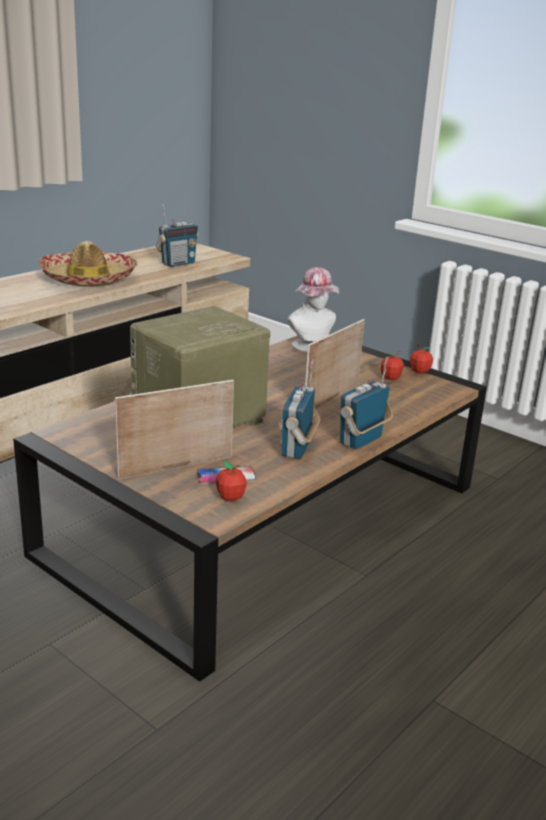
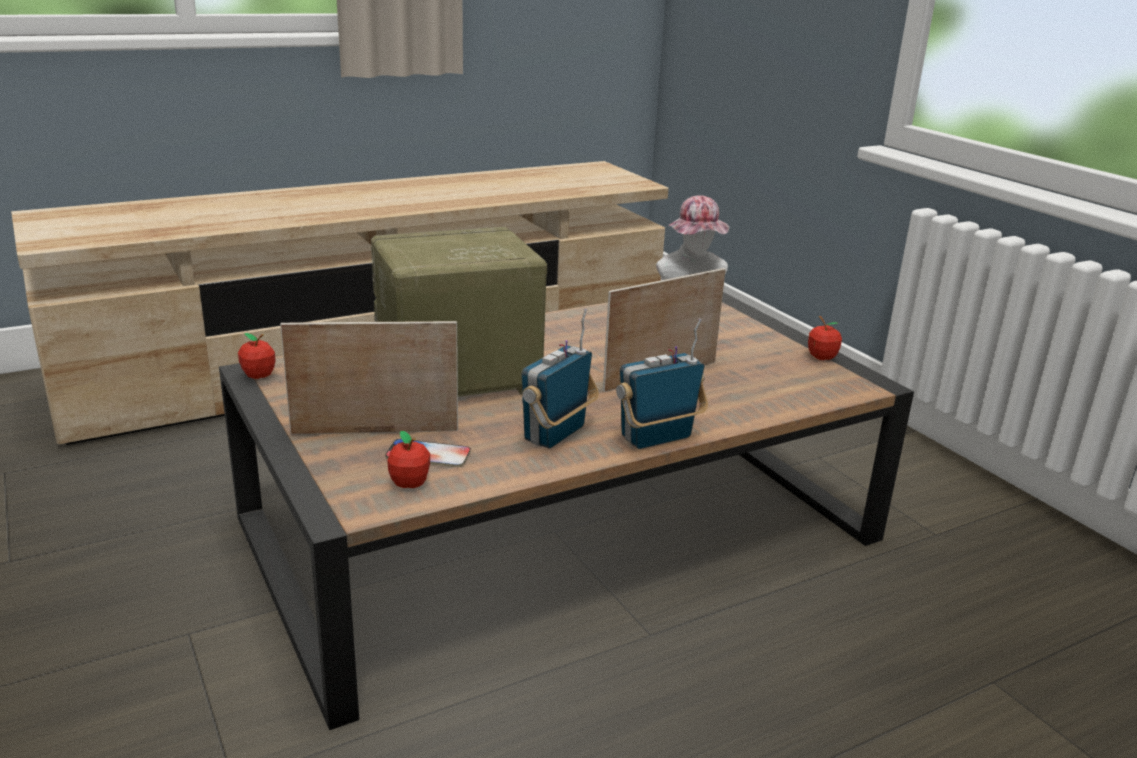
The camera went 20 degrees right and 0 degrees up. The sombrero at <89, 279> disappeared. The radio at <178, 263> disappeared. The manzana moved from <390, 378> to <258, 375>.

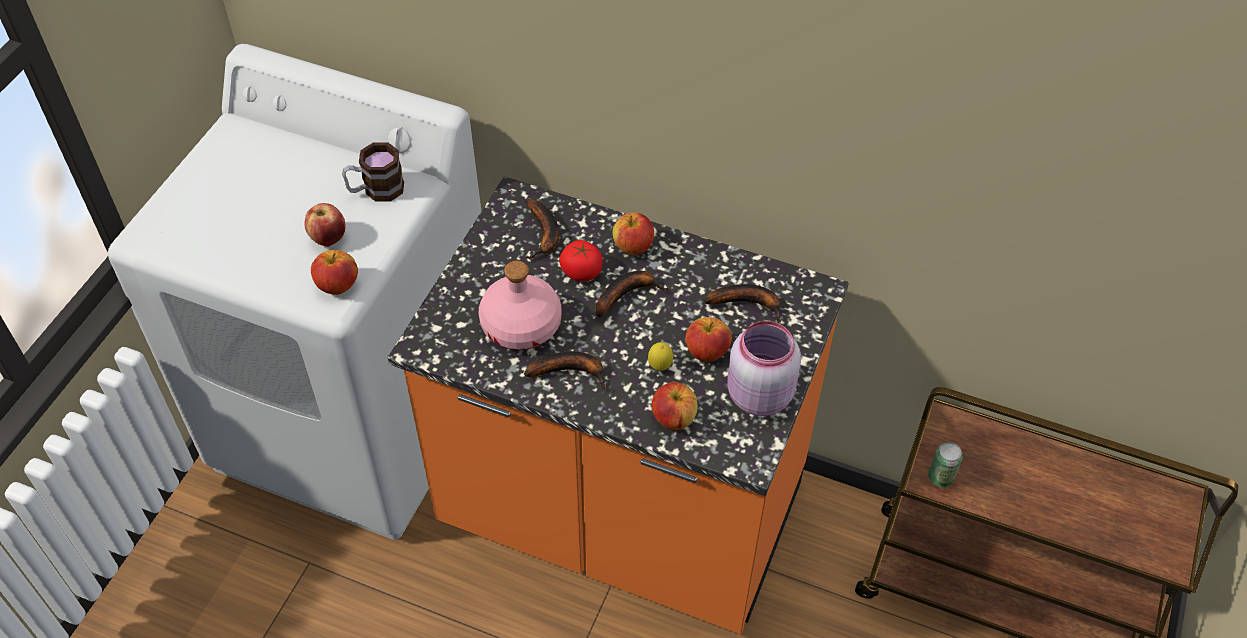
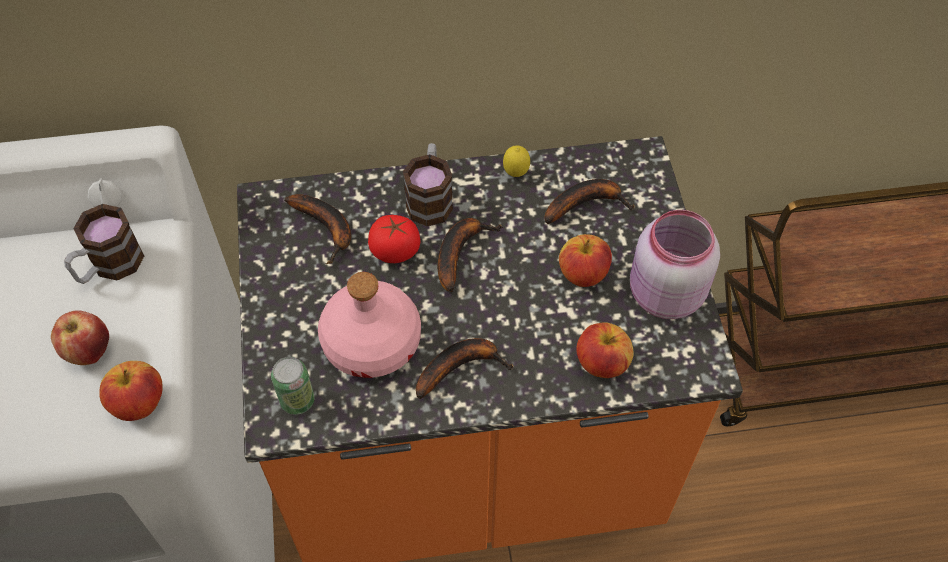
The camera went 30 degrees left and 5 degrees up. The manzana at <633, 247> was replaced by the taza grande at <430, 198>. The limón moved from <660, 367> to <515, 174>. The lata moved from <940, 477> to <297, 400>.

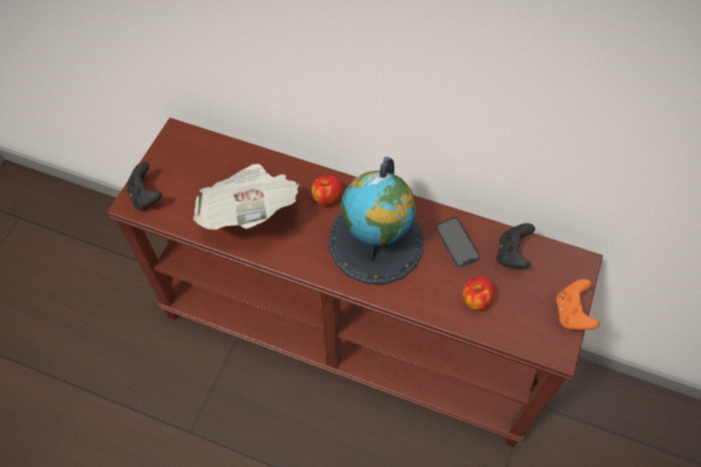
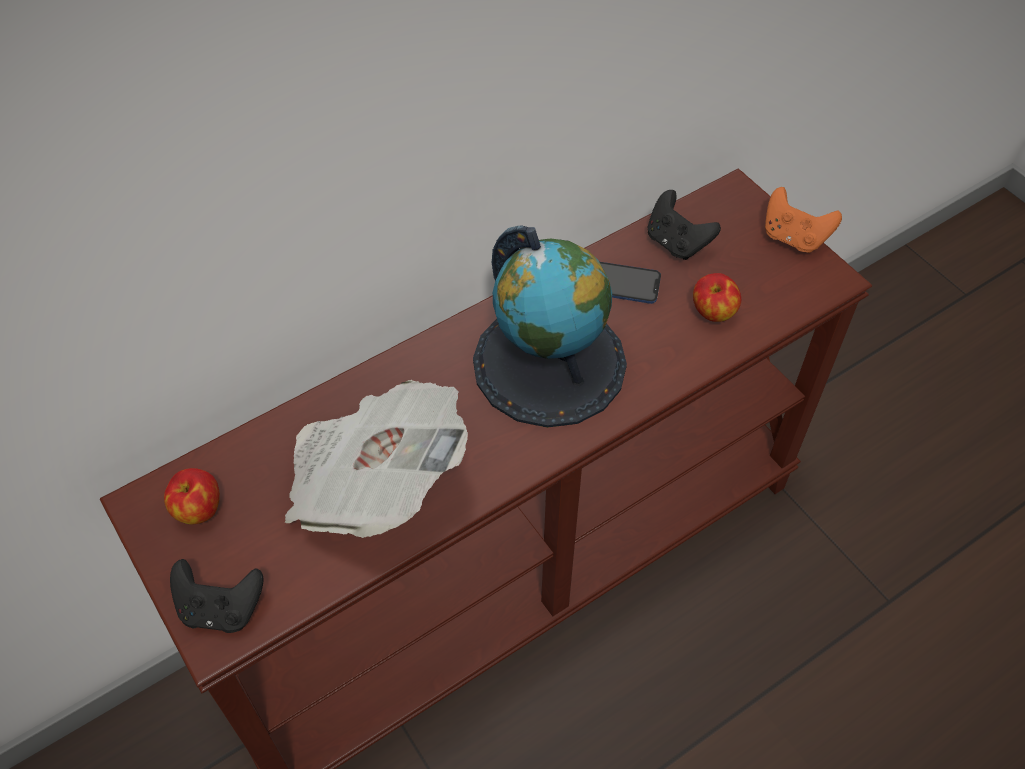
The camera went 55 degrees left and 5 degrees down. The manzana moved from <327, 198> to <198, 509>.

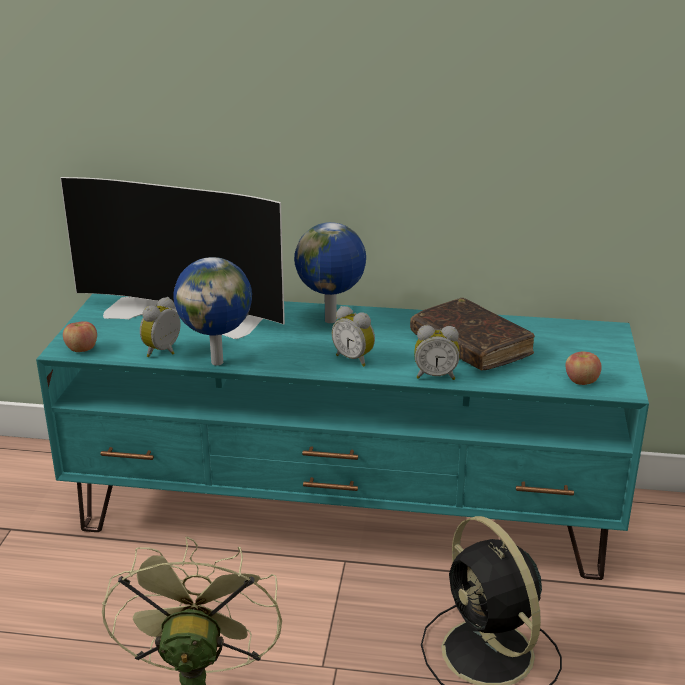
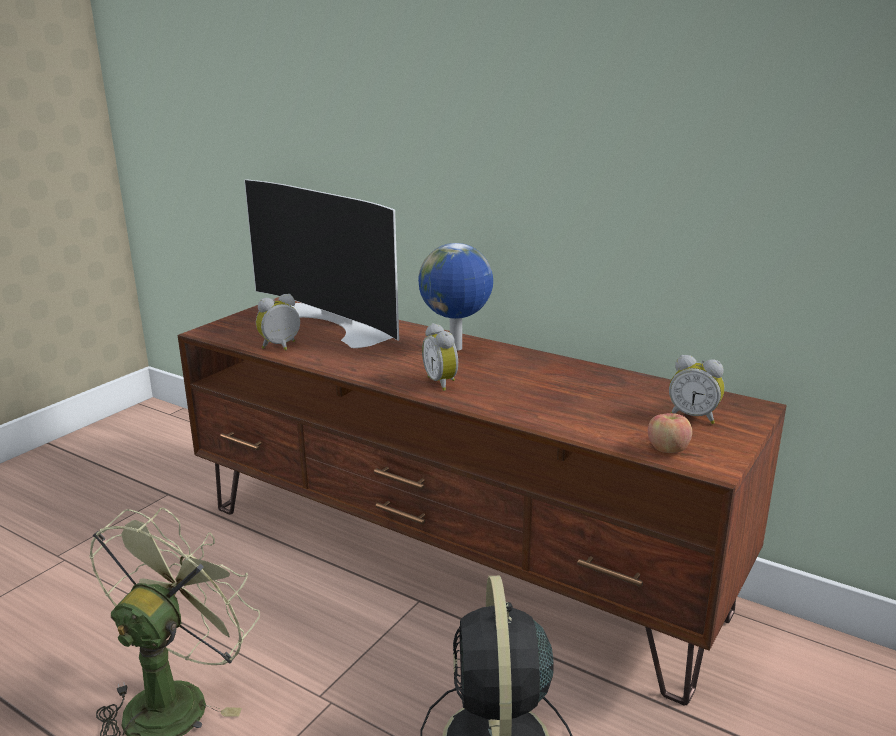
The camera went 25 degrees right and 5 degrees down. The mueble de televisión/turquesa at <344, 514> became the mueble de televisión/marrón at <452, 556>. The manzana at <82, 349> disappeared. The globo terráqueo at <218, 361> disappeared. The libro/marrón at <470, 346> disappeared. The despertador moved from <435, 375> to <693, 416>.

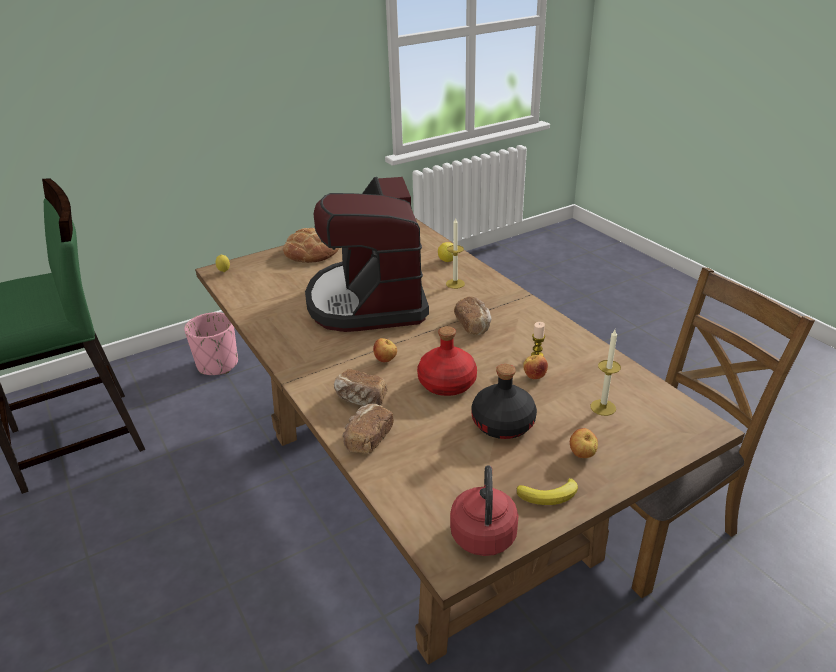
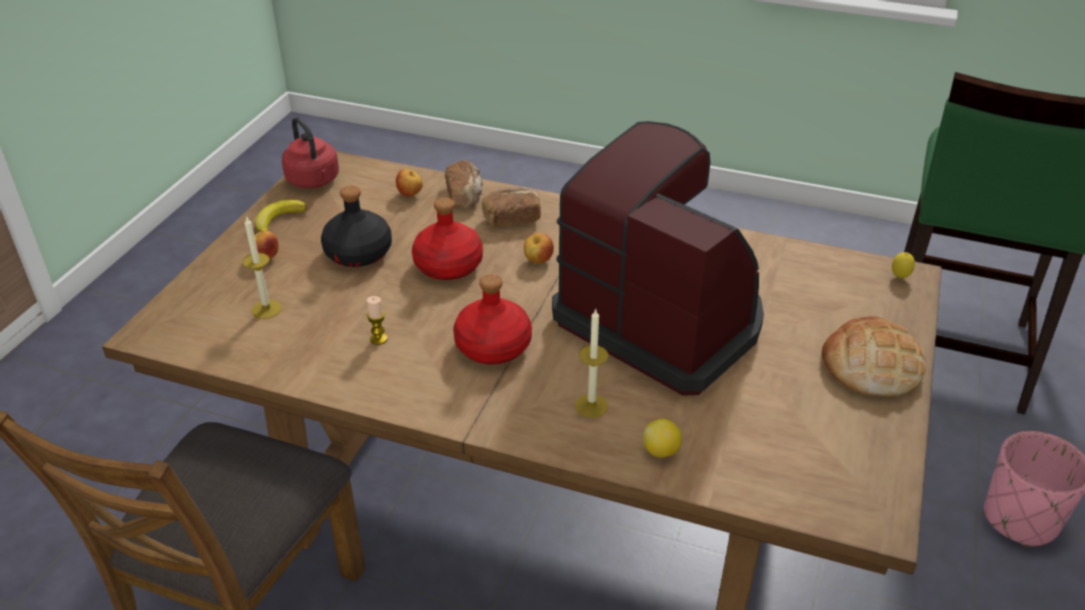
The camera went 140 degrees right and 5 degrees up. The pan at <473, 325> was replaced by the botella/rojo at <492, 346>. The manzana moved from <534, 377> to <410, 195>.

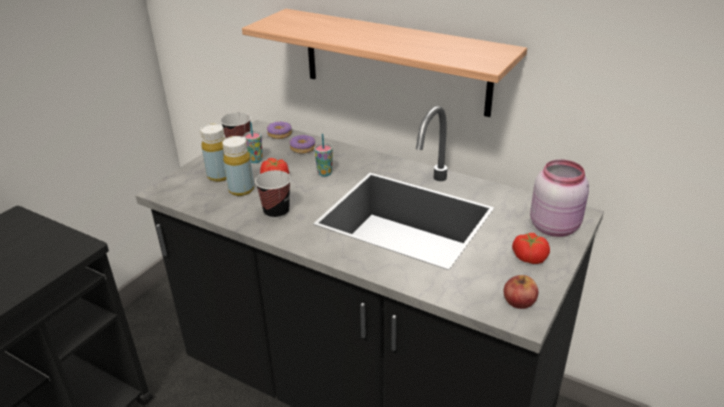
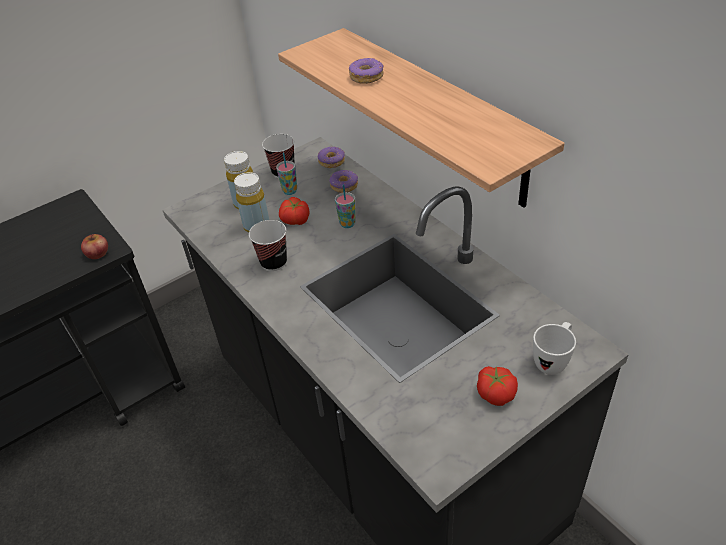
The camera went 25 degrees right and 10 degrees up. The manzana moved from <519, 301> to <97, 253>. The tarro/rosa at <555, 226> was replaced by the taza grande/blanco at <553, 360>. The rosquilla at <366, 77> appeared.

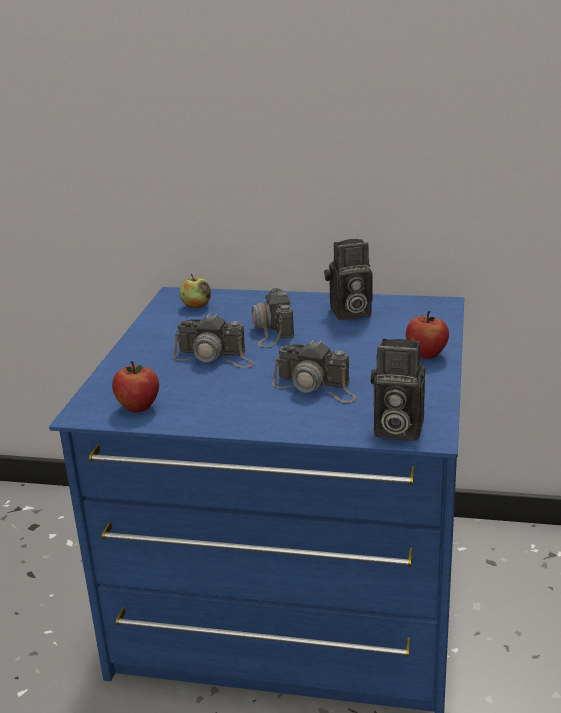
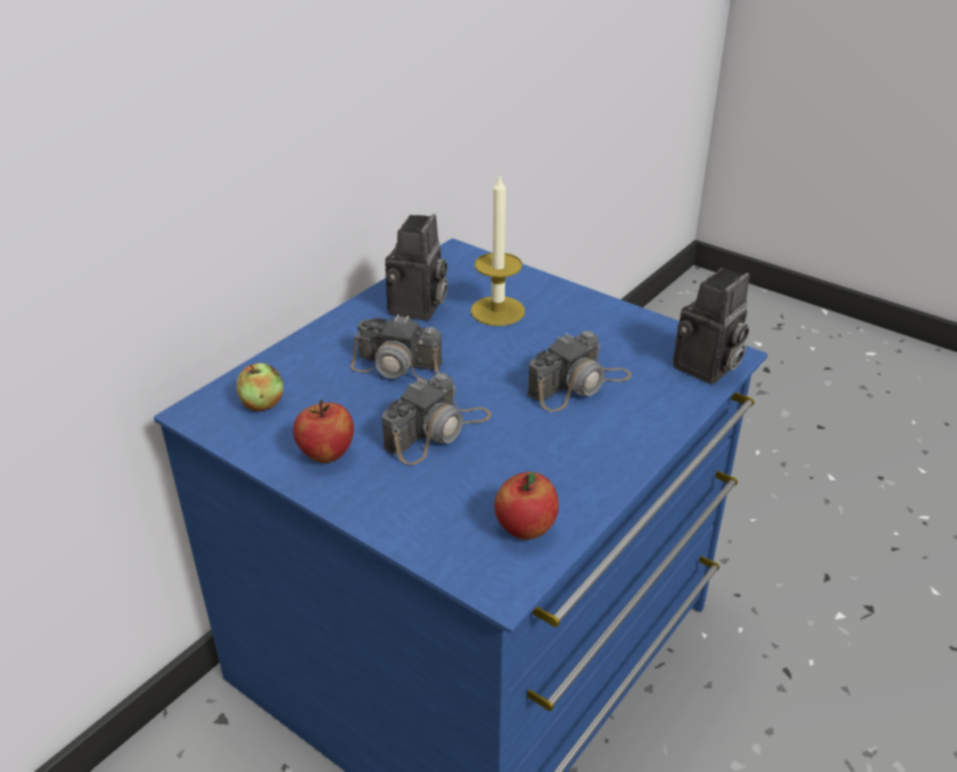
The camera went 65 degrees left and 10 degrees up. The manzana moved from <426, 354> to <326, 454>. The vela at <497, 311> appeared.

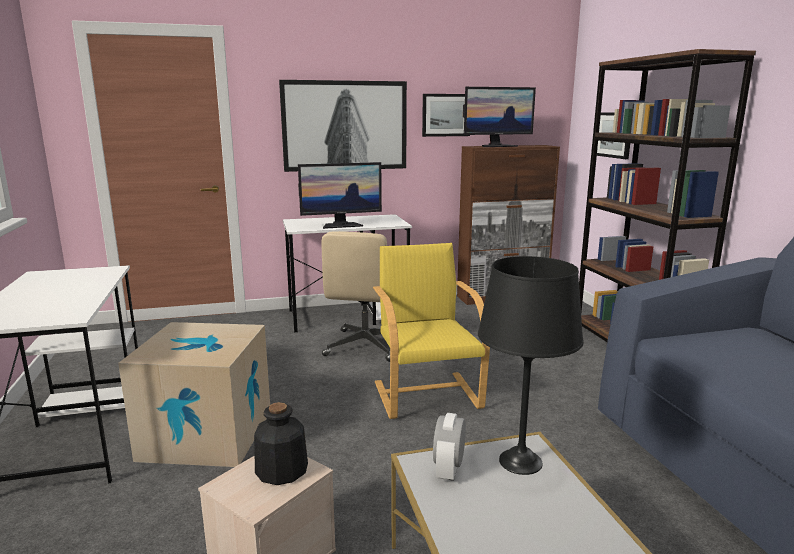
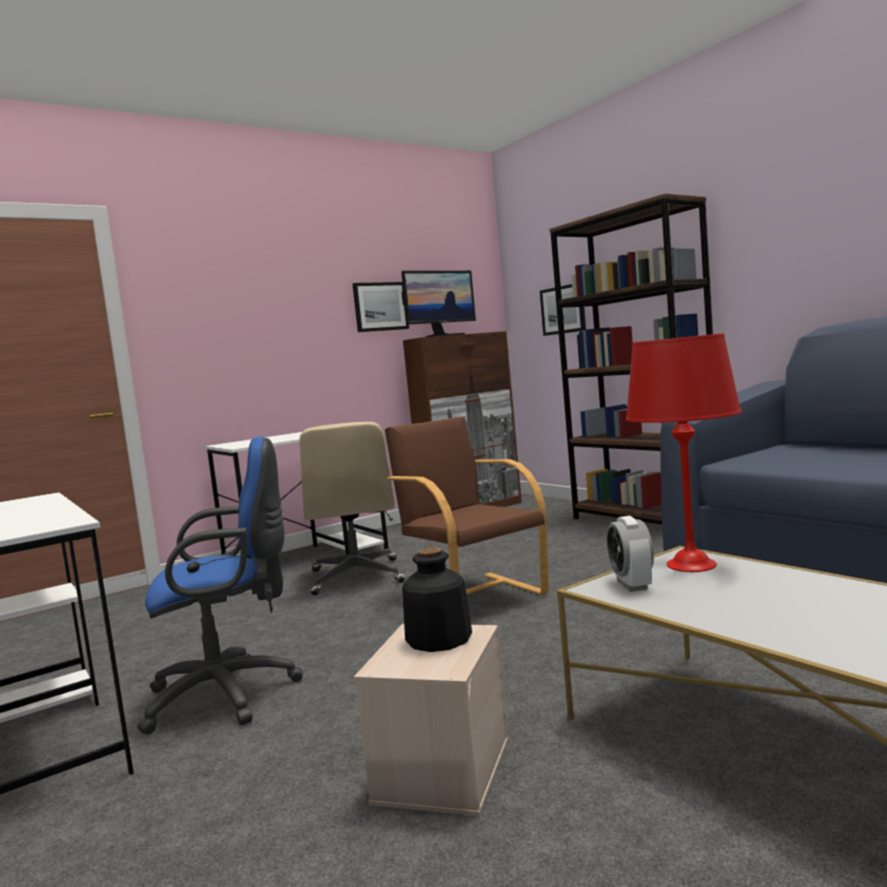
The camera went 20 degrees left and 10 degrees down. The caja de cartón at <207, 434> was replaced by the silla de oficina/azul at <230, 694>. The cuadro at <345, 126> disappeared. The monitor at <341, 225> disappeared. The sillón/amarillo at <427, 394> became the sillón/marrón at <473, 597>. The lámpara de mesa/negro at <519, 461> became the lámpara de mesa/rojo at <690, 565>.

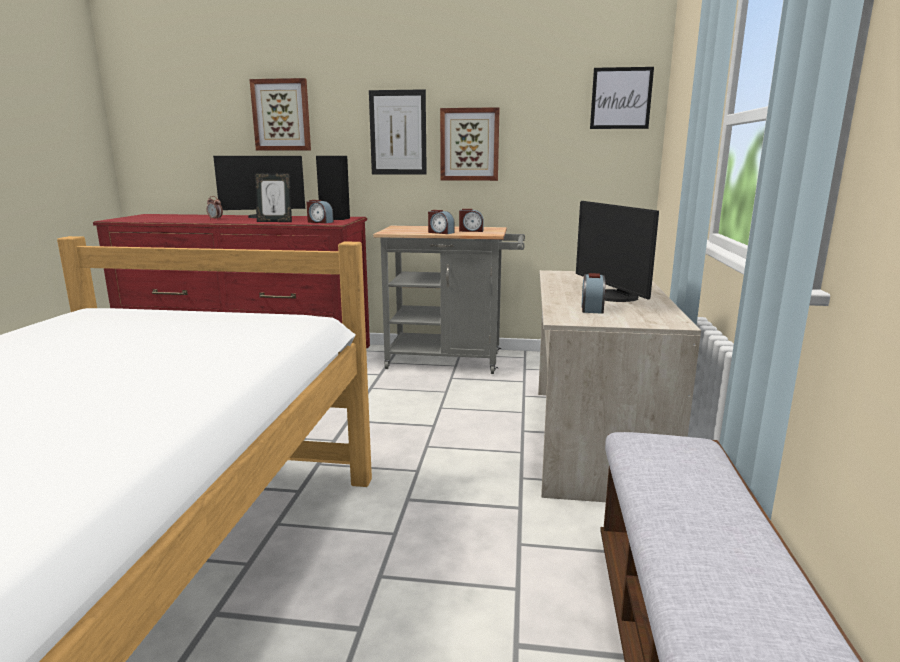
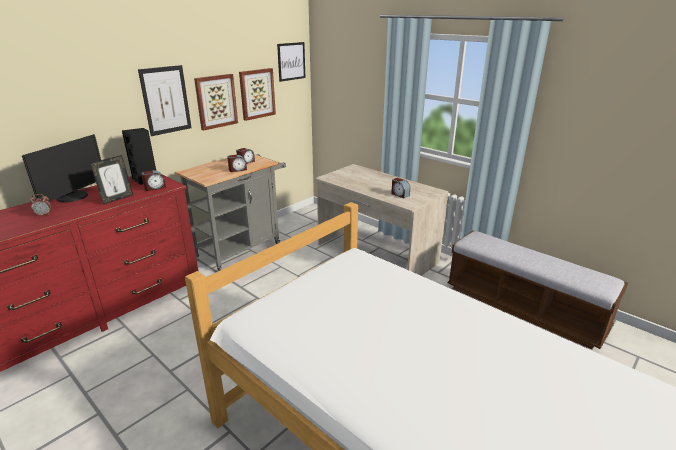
The camera went 55 degrees left and 10 degrees up. The cuadro moved from <281, 115> to <257, 93>. The monitor at <612, 297> disappeared.

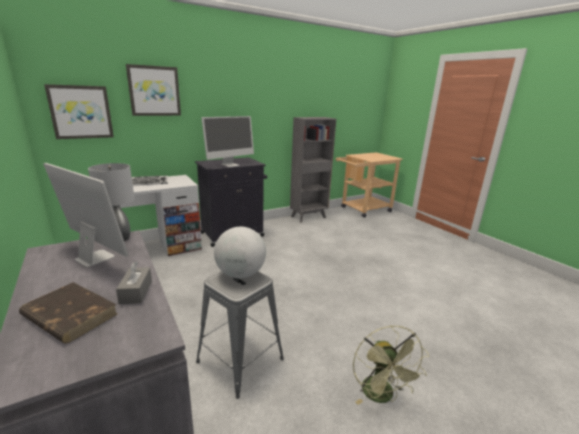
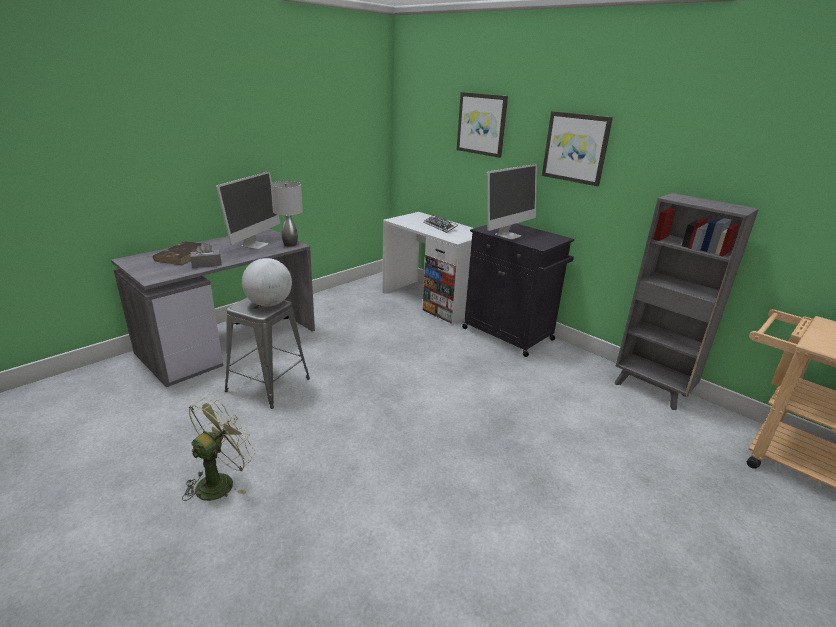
The camera went 75 degrees right and 5 degrees up. The cuadro moved from <81, 112> to <576, 148>. The monitor at <230, 165> turned 75 degrees counterclockwise. The ventilador/verde at <382, 396> turned 150 degrees clockwise.

